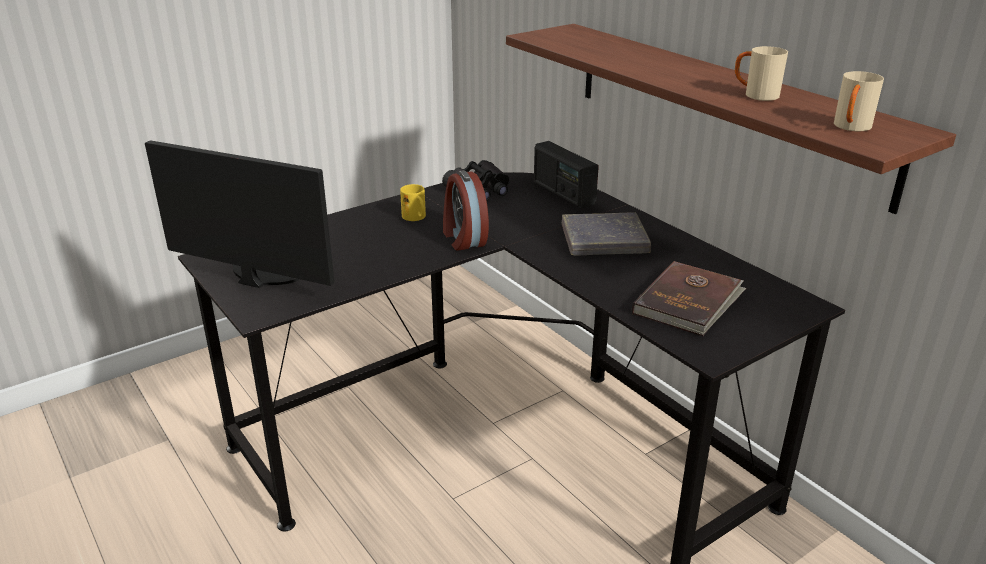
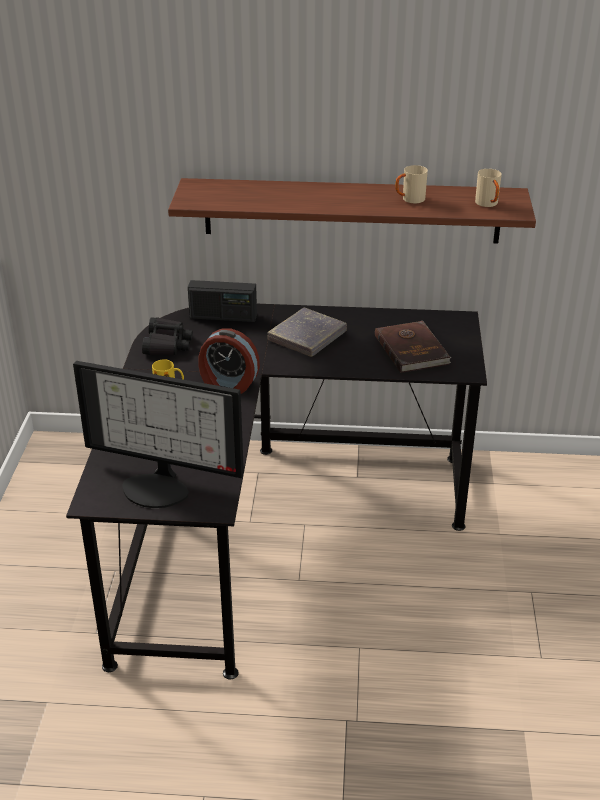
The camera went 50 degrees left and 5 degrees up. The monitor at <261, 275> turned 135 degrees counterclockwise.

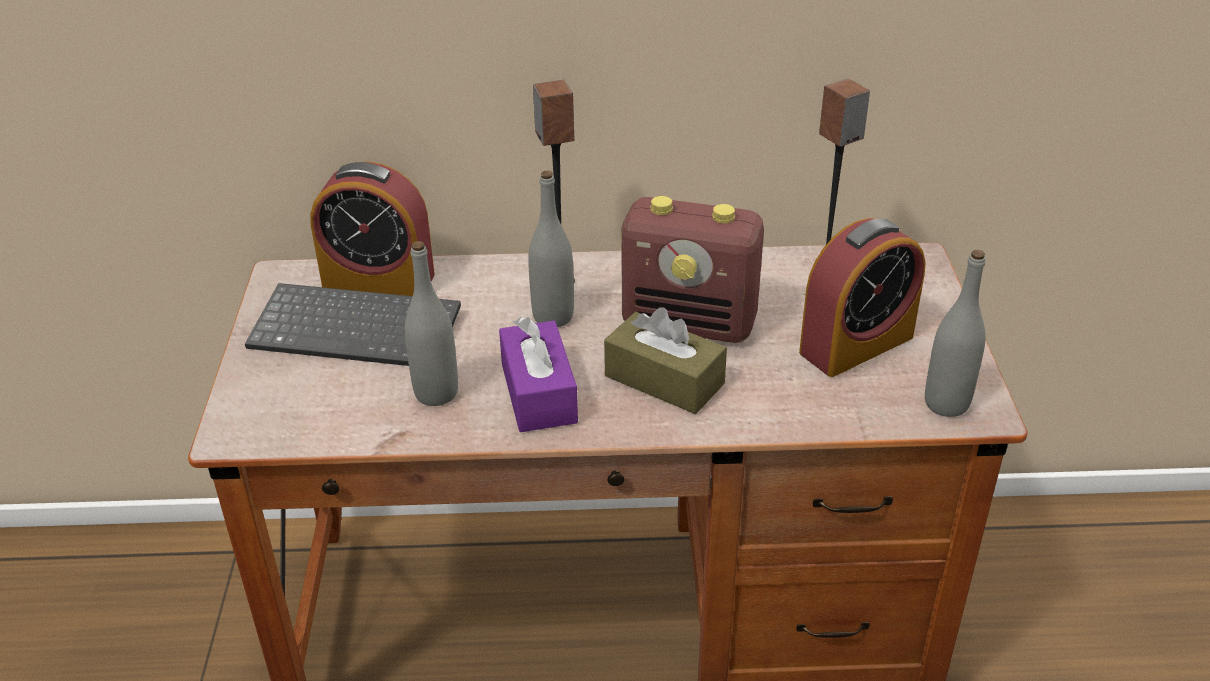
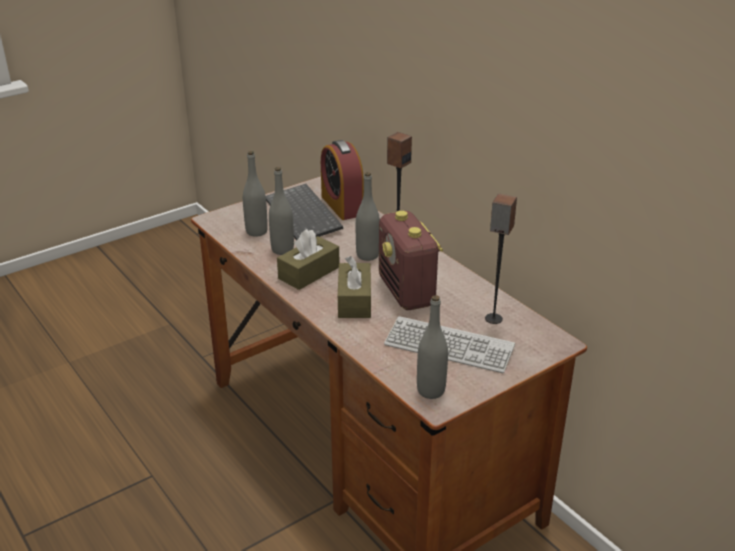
The camera went 55 degrees right and 5 degrees down. The caja de pañuelos/morado at <538, 393> became the caja de pañuelos/marrón at <309, 273>. The despertador at <856, 344> was replaced by the teclado at <449, 346>. The botella/gris at <256, 231> appeared.

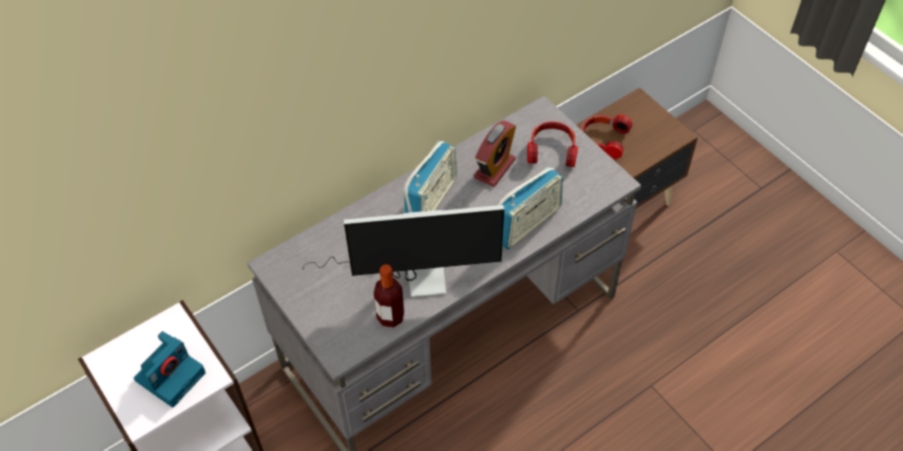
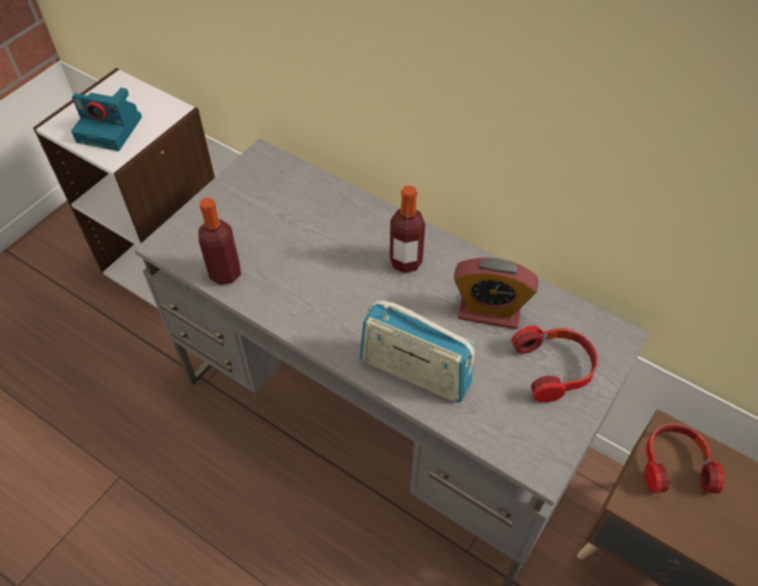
The camera went 70 degrees right and 0 degrees up. The monitor at <410, 275> disappeared. The radio at <431, 201> was replaced by the botella at <405, 262>.

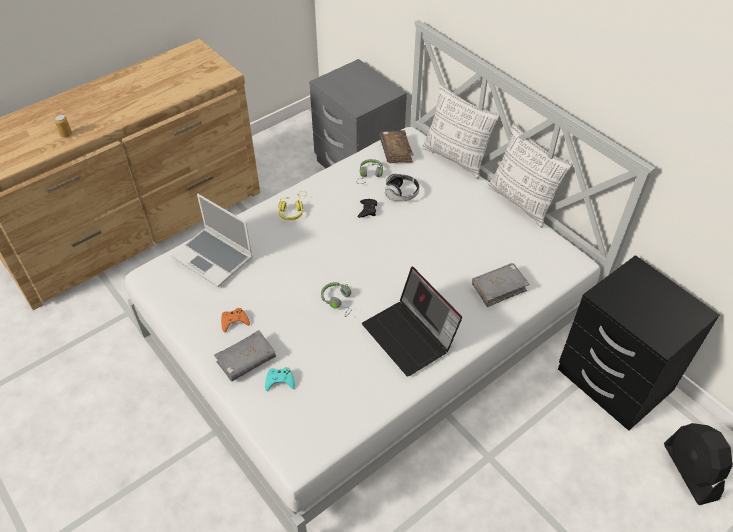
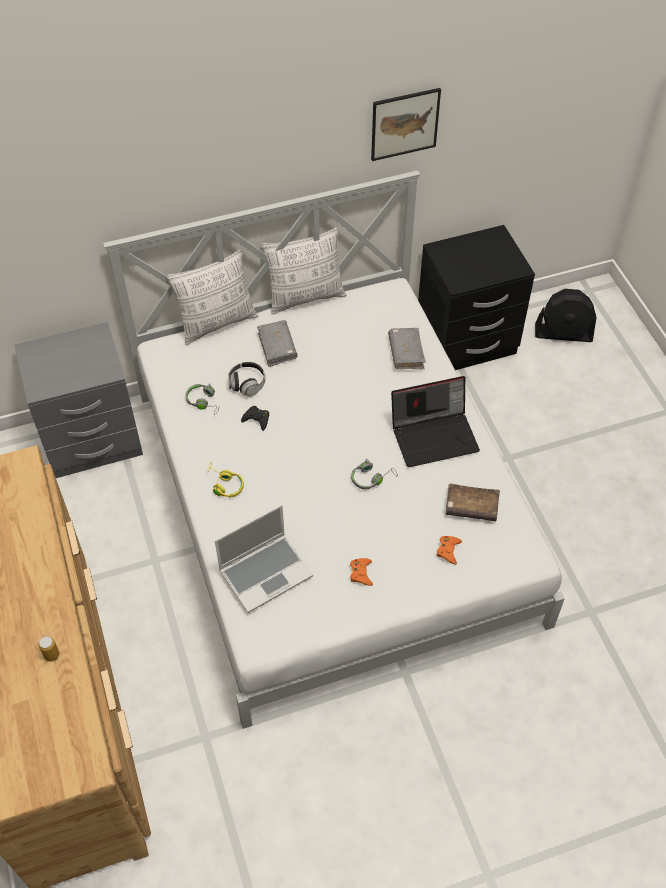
The camera went 70 degrees left and 5 degrees up. The libro/gris moved from <246, 360> to <277, 347>. The mando de consola/turquesa at <280, 381> became the mando de consola/naranja at <448, 550>. The libro/marrón moved from <395, 151> to <471, 507>. The cuadro at <404, 124> appeared.

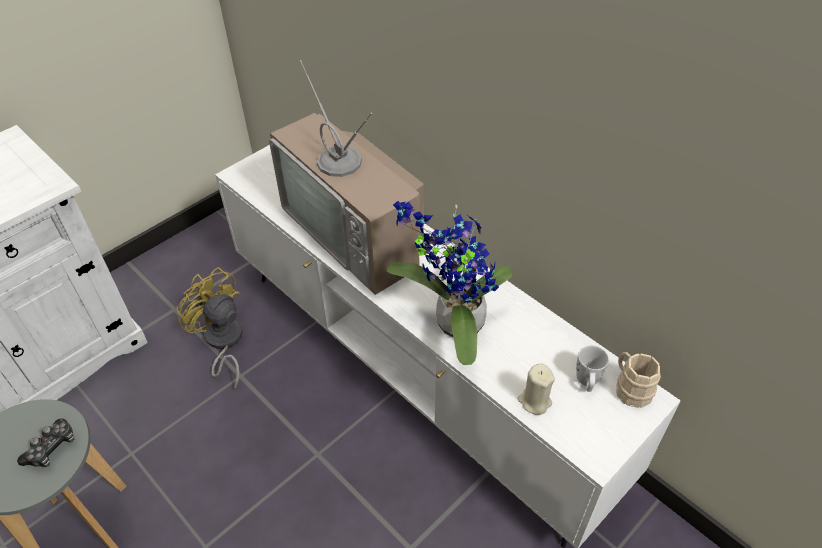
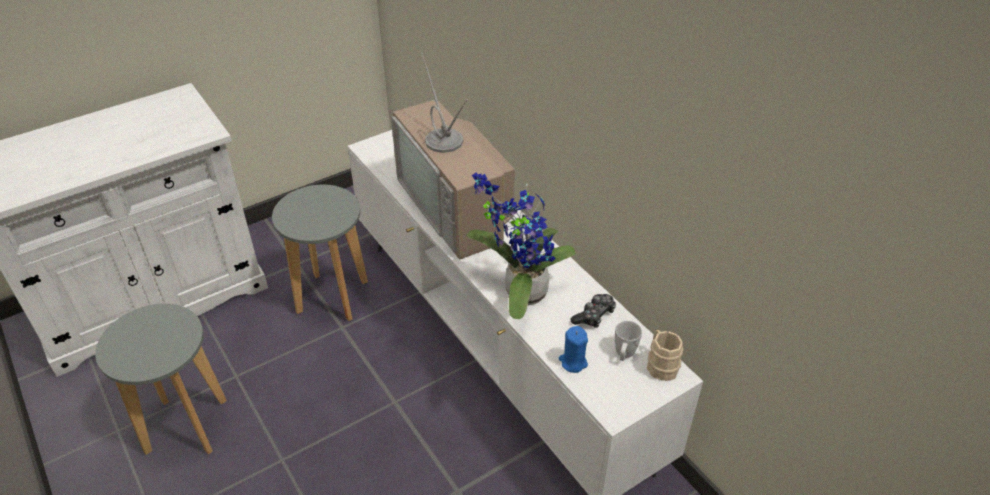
The camera went 10 degrees right and 5 degrees down. The mando de consola moved from <52, 448> to <594, 315>. The ventilador/amarillo at <222, 342> was replaced by the taburete/gris at <332, 297>. The vela/beis at <534, 401> became the vela/azul at <573, 362>.

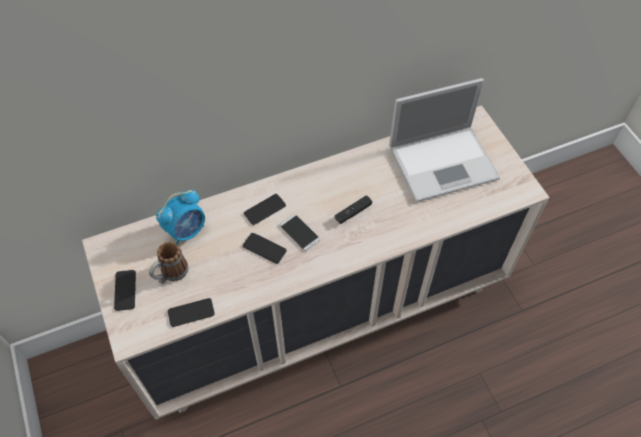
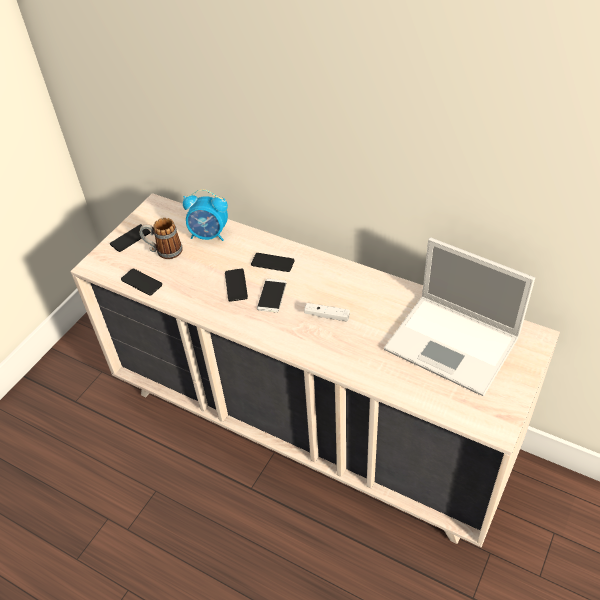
The camera went 55 degrees right and 10 degrees down. The mando de consola/negro at <353, 212> became the mando de consola/blanco at <327, 316>.

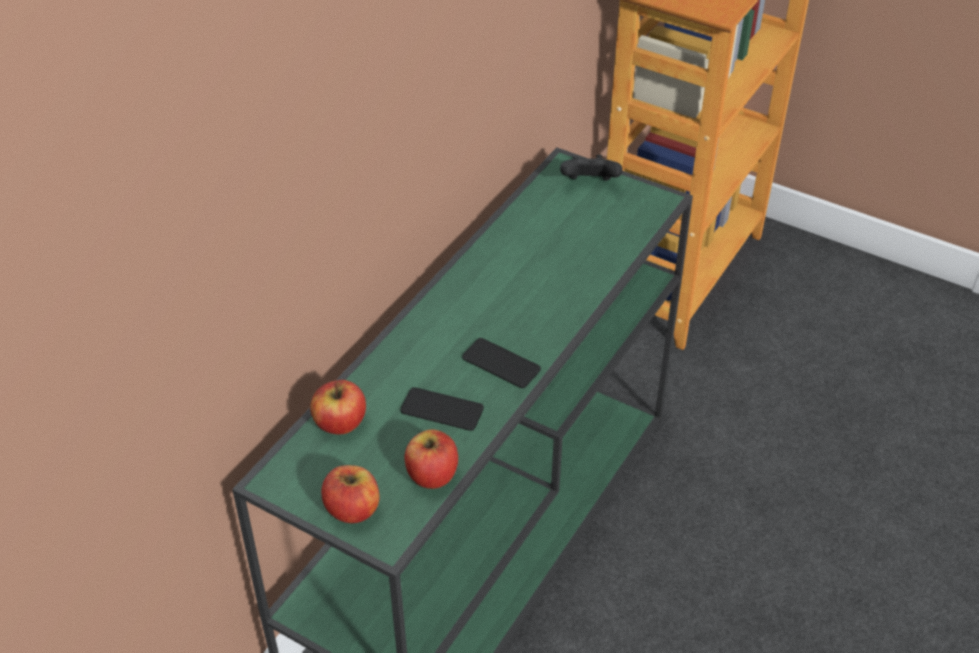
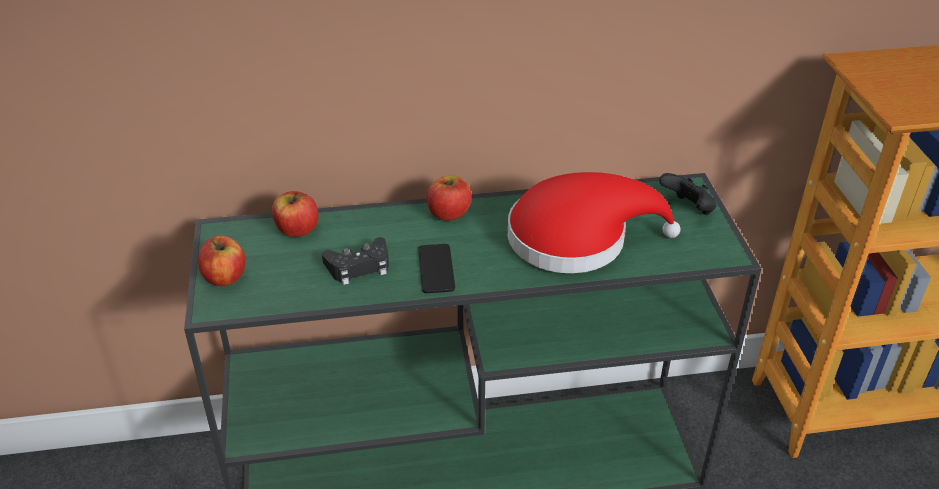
The camera went 50 degrees right and 5 degrees down. The móvil at <442, 410> was replaced by the mando de consola/negro at <359, 266>. The manzana moved from <432, 474> to <449, 213>. The sombrero/rojo at <577, 238> appeared.

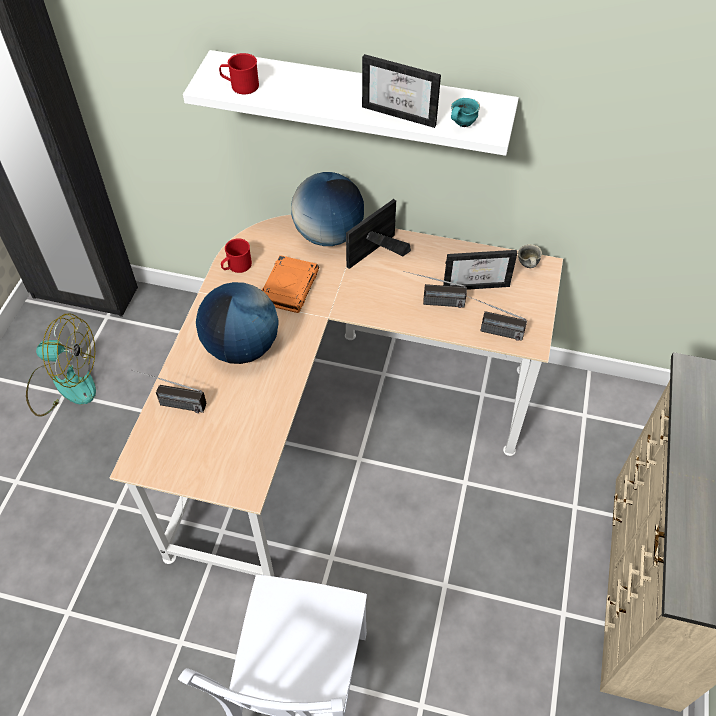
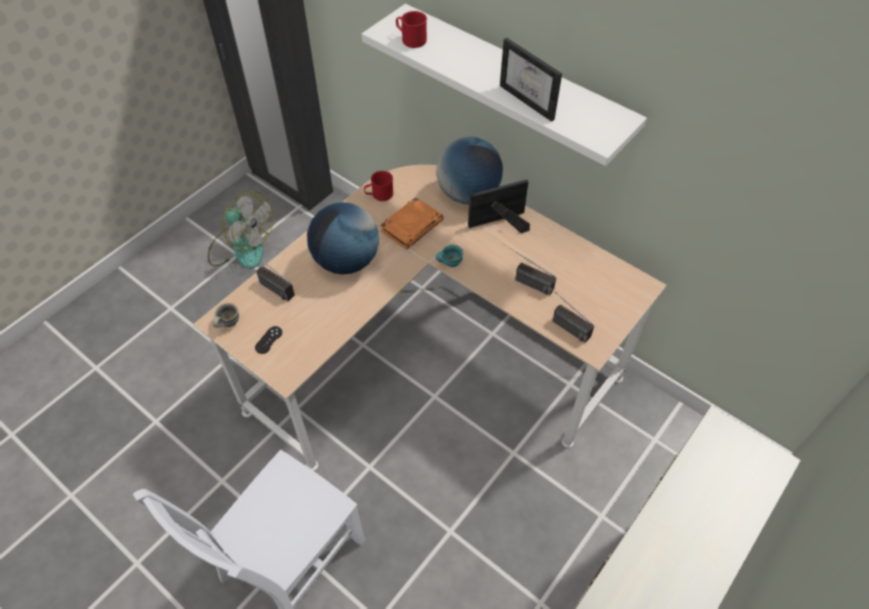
The camera went 25 degrees right and 0 degrees up. The portarretratos at <476, 282> disappeared. The taza grande/turquesa moved from <460, 124> to <449, 263>. The taza grande/gris moved from <526, 266> to <227, 323>. The mando de consola/negro at <268, 340> appeared.

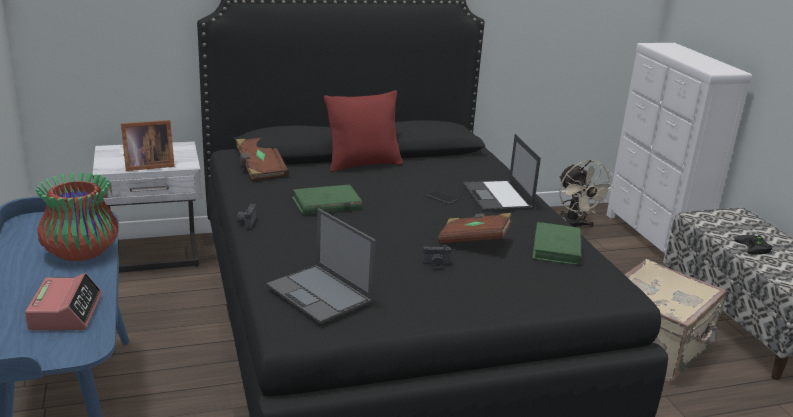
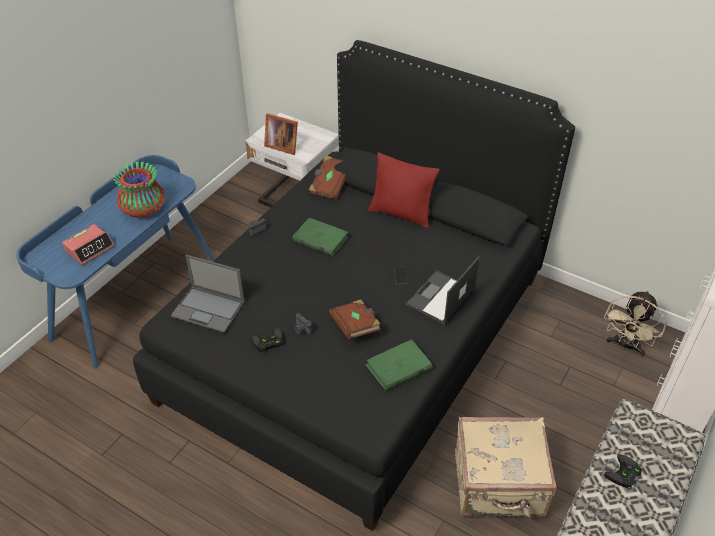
The camera went 50 degrees right and 20 degrees up. The portátil at <320, 294> turned 75 degrees counterclockwise. The mando de consola/negro at <267, 342> appeared.

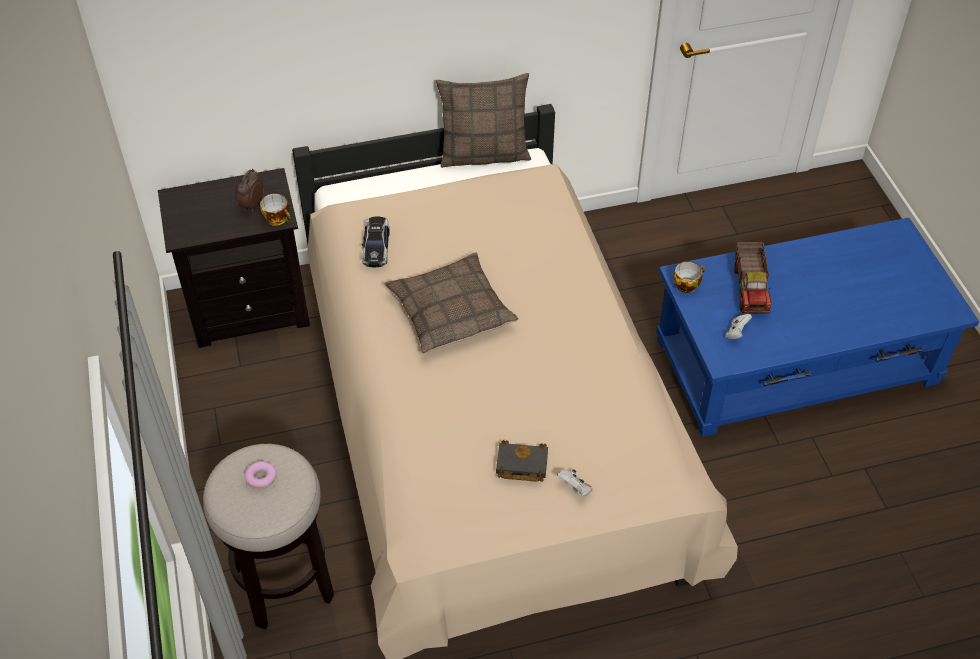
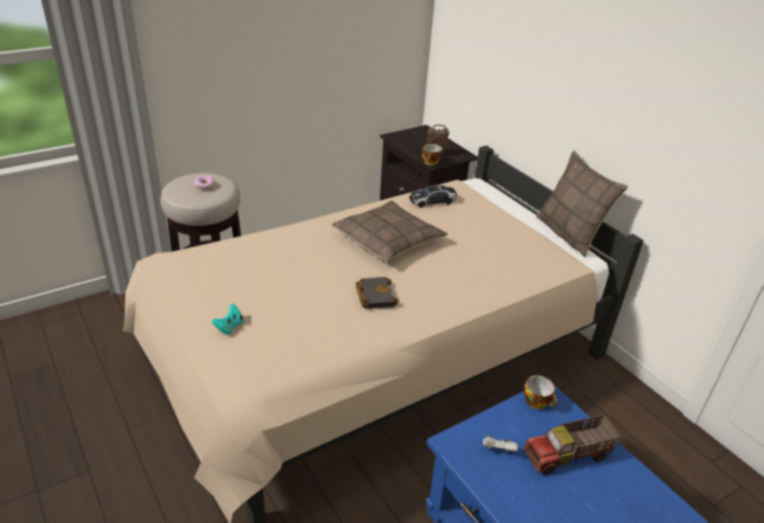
The camera went 70 degrees right and 15 degrees down. The libro/negro moved from <520, 465> to <374, 295>. The mando de consola/blanco at <575, 488> became the mando de consola/turquesa at <229, 327>.

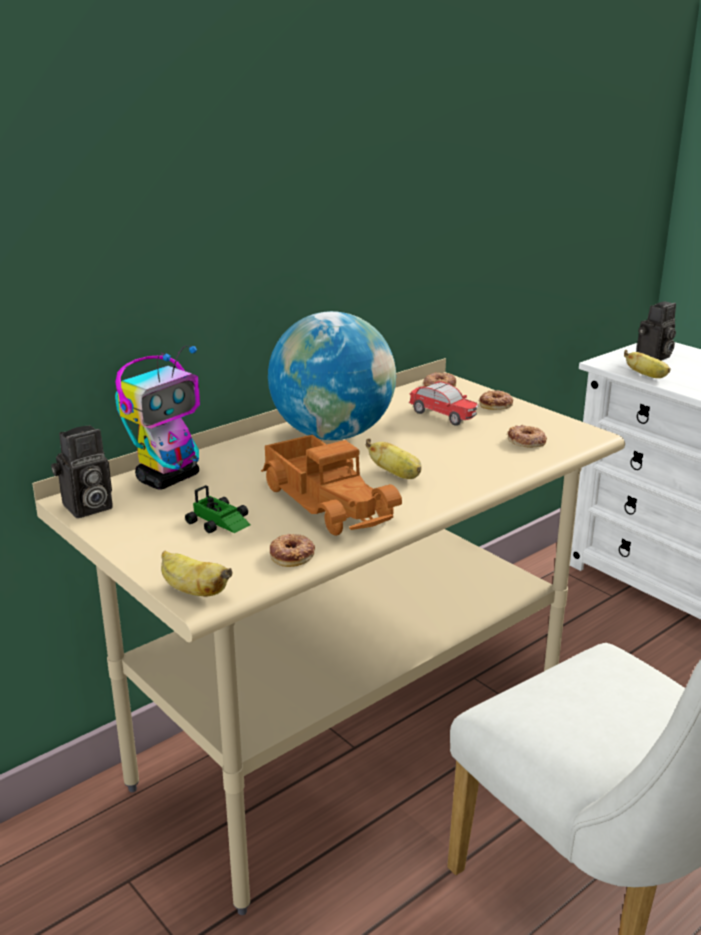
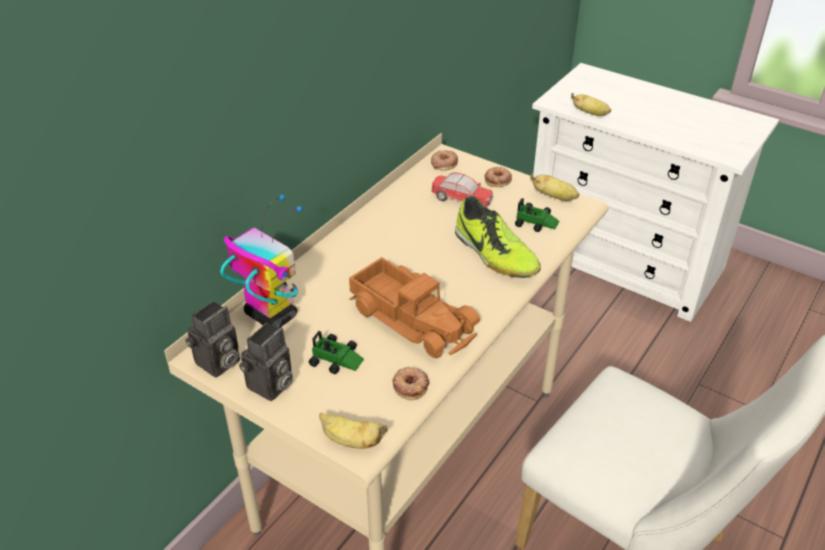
The camera went 15 degrees left and 15 degrees up. The robot de juguete at <168, 478> turned 75 degrees counterclockwise. The globo terráqueo at <333, 435> disappeared. The plátano moved from <396, 475> to <554, 197>. The rosquilla at <526, 441> was replaced by the coche de juguete at <537, 221>. The cámara moved from <654, 357> to <270, 387>. The zapato at <494, 255> appeared.

